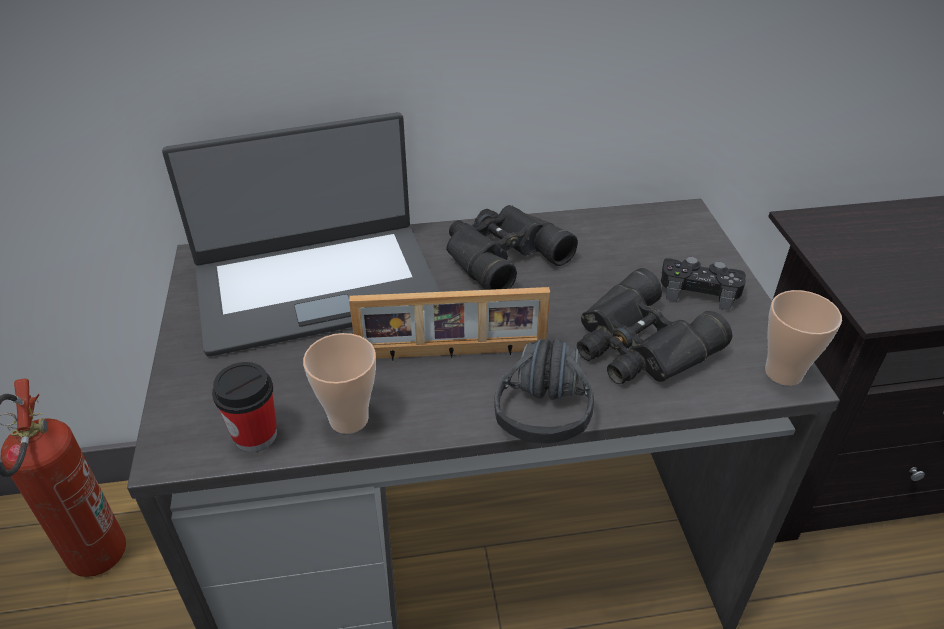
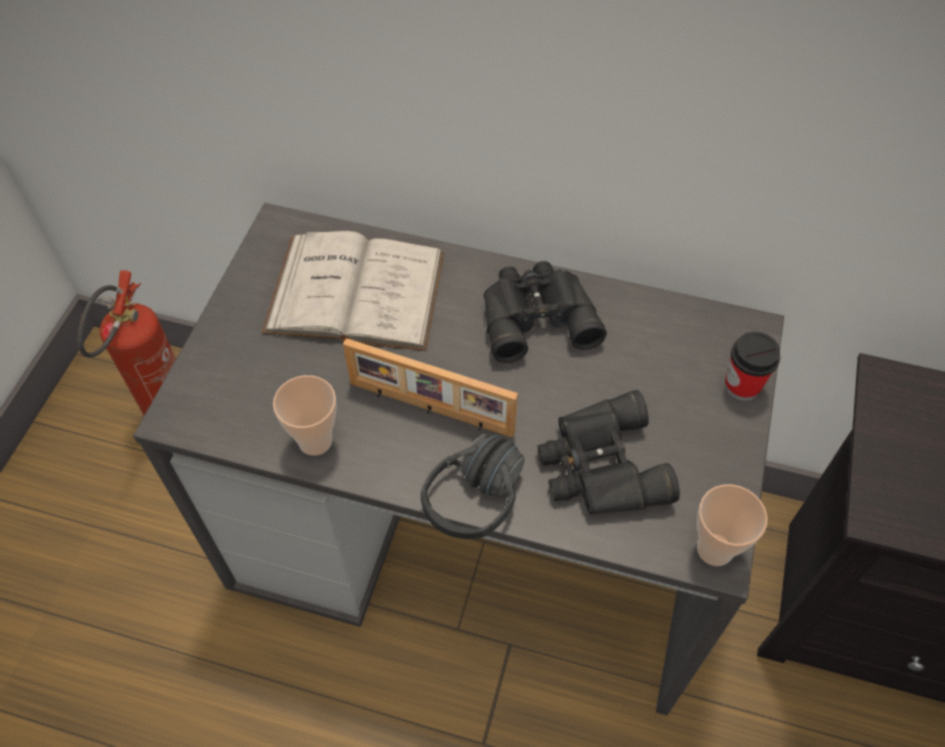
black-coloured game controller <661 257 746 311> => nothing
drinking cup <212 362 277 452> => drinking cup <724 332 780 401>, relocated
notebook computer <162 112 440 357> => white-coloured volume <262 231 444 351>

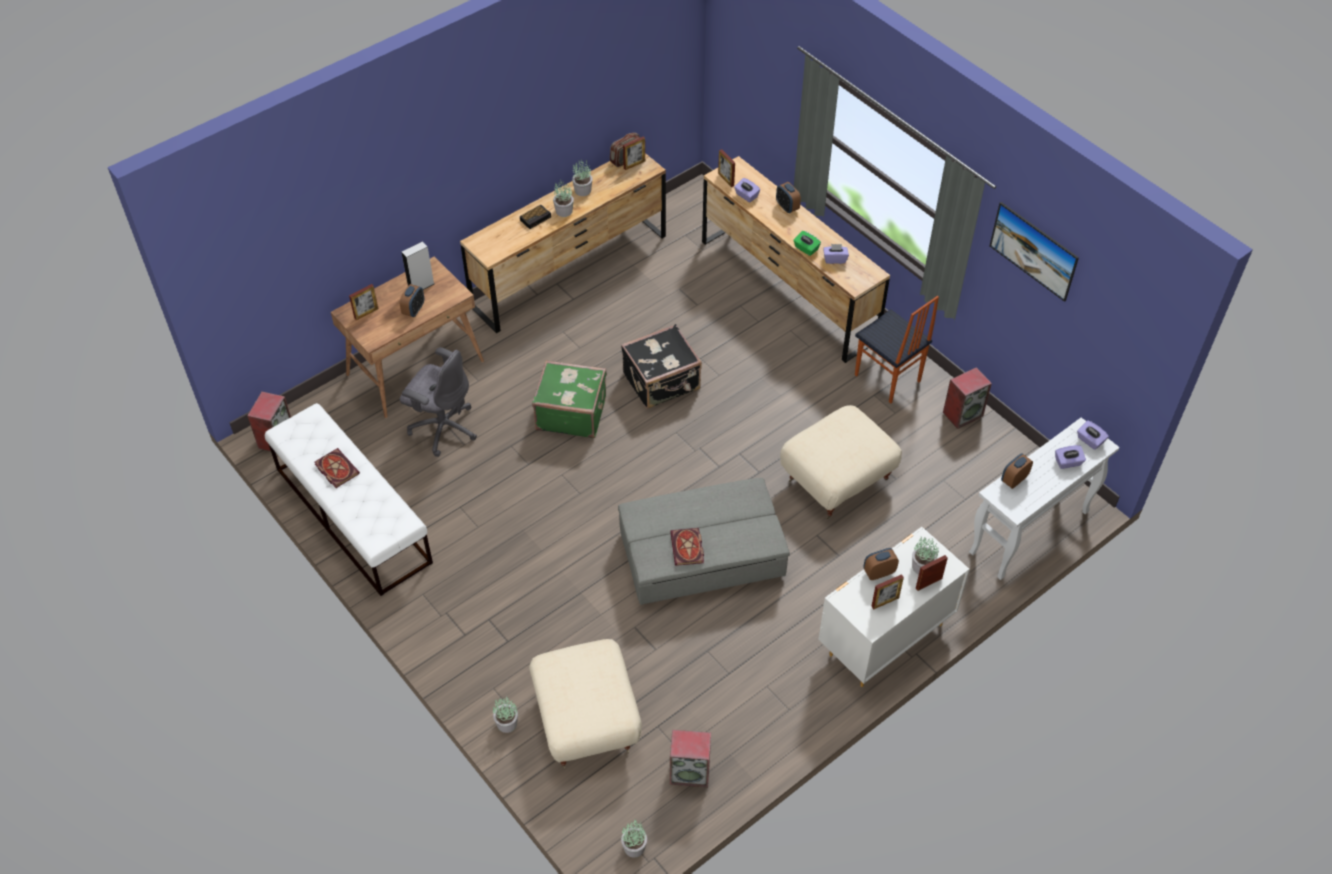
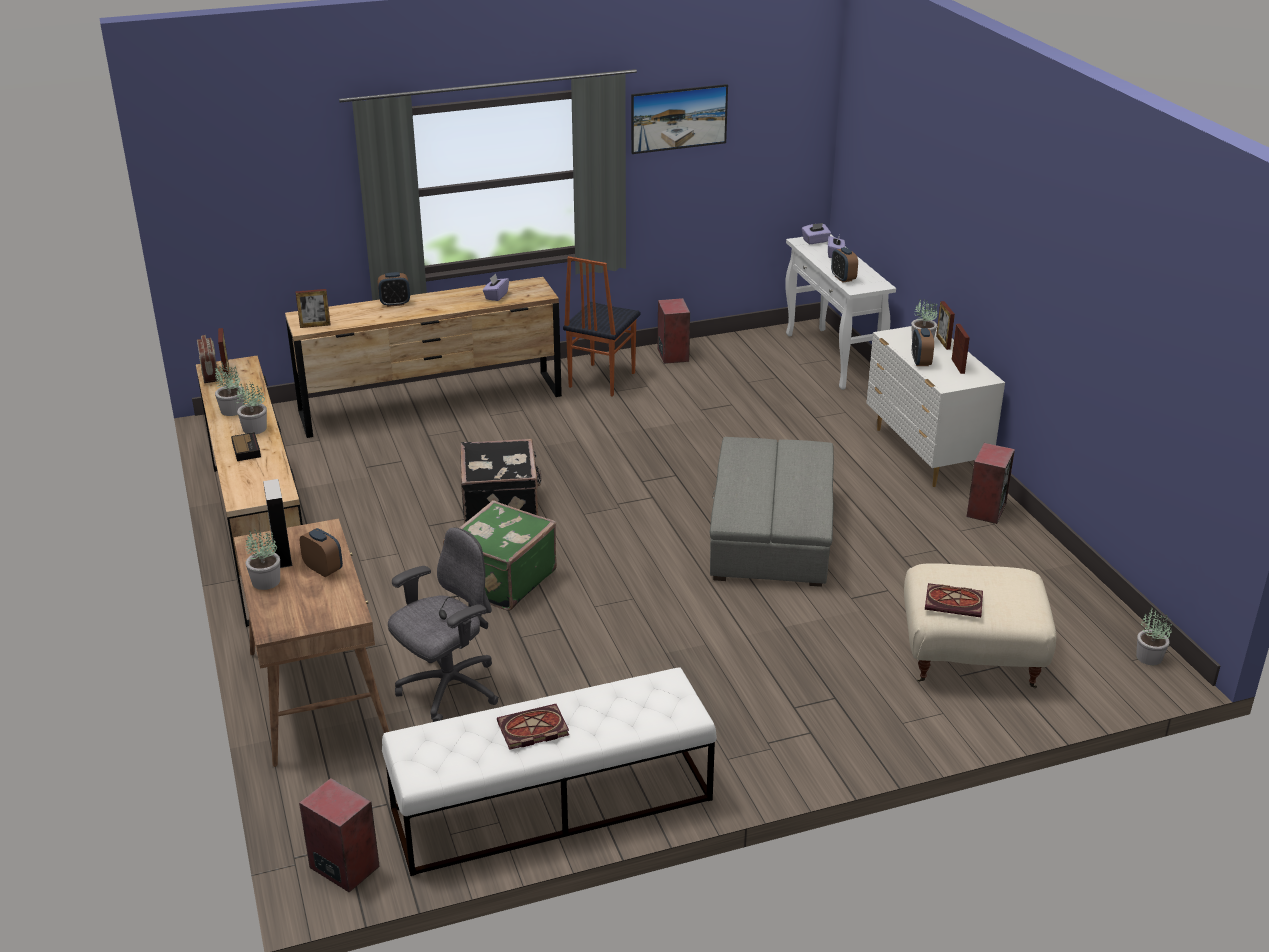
picture frame <349 284 379 320> => nothing
purple tissue holder <734 178 760 202> => nothing
beige-coloured pouffe <780 405 902 519> => nothing
green-coloured tissue holder <793 231 821 256> => nothing
houseplant <493 697 518 733> => houseplant <245 529 280 590>, relocated
volume <670 528 704 566> => volume <925 583 983 617>, relocated
loudspeaker <670 730 711 787> => loudspeaker <967 443 1015 524>, relocated
upright chair <855 296 939 404> => upright chair <563 256 640 397>, 135 degrees clockwise

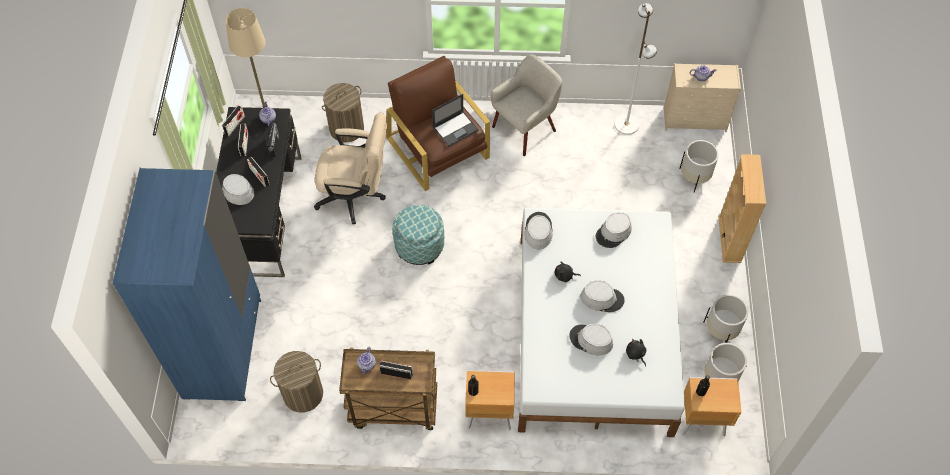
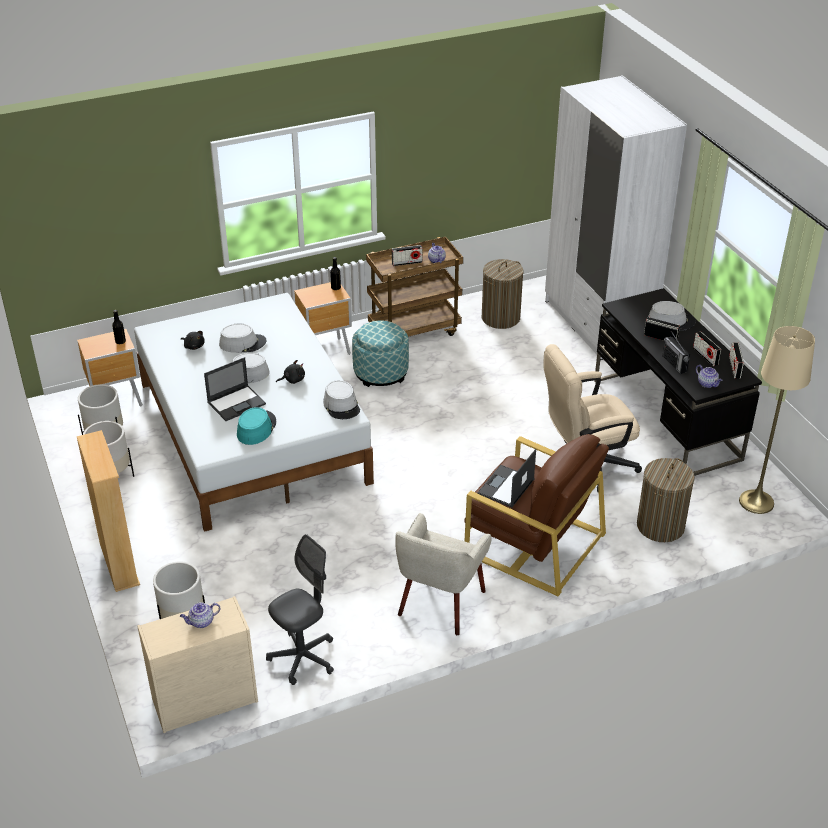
nothing => notebook computer <204 357 266 421>
pouffe <392 205 444 265> => pouffe <352 320 409 387>, relocated
white-coloured standard lamp <614 3 657 135> => grey office chair <266 534 334 685>
bluish armoire <113 168 261 401> => white-coloured armoire <545 75 687 360>
grey wearable hat <596 212 632 248> => blue-green wearable hat <237 407 276 445>

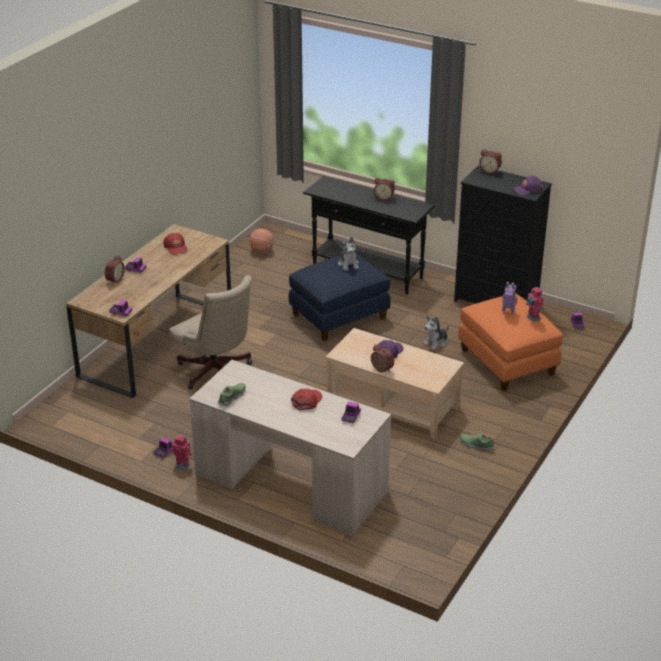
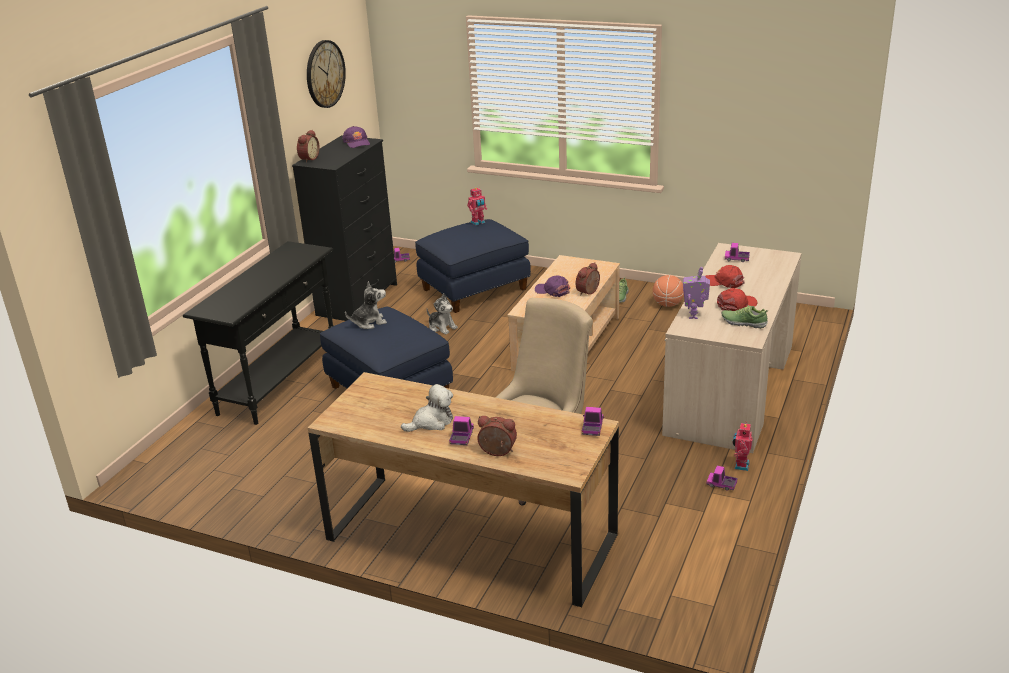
table clock <374 178 395 200> => nothing
nothing => wall clock <307 40 346 108>
nothing => soft toy <401 384 453 432>
reddish cap <163 233 188 255> => reddish cap <717 288 758 311>, relocated
basketball <249 228 274 253> => basketball <653 275 684 307>, relocated
robot figure <502 282 517 315> => robot figure <683 267 710 319>, relocated
orange pouffe <458 294 563 391> => bluish pouffe <415 219 531 313>

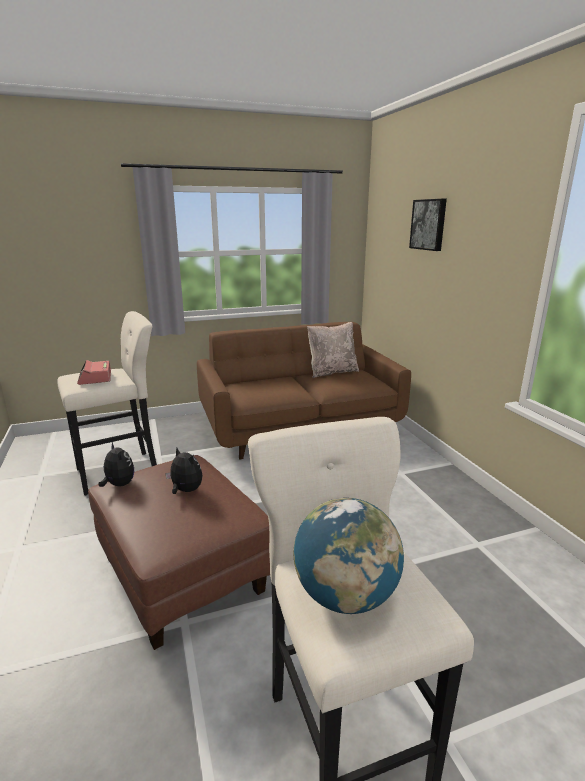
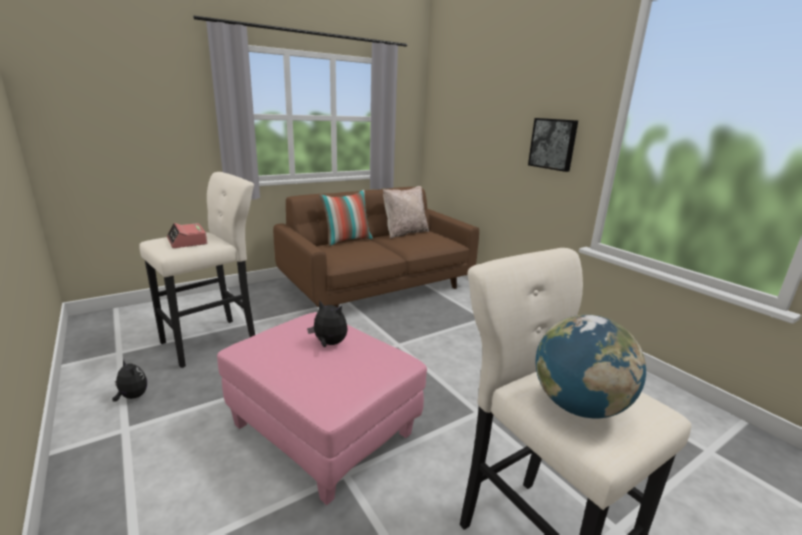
nothing => throw pillow <319 190 373 246>
soft toy <99 441 134 487> => soft toy <112 359 147 402>, relocated
wall art <409 199 447 251> => wall art <528 118 578 172>, relocated
brownish pouffe <88 455 270 650> => pink-coloured pouffe <217 312 427 505>

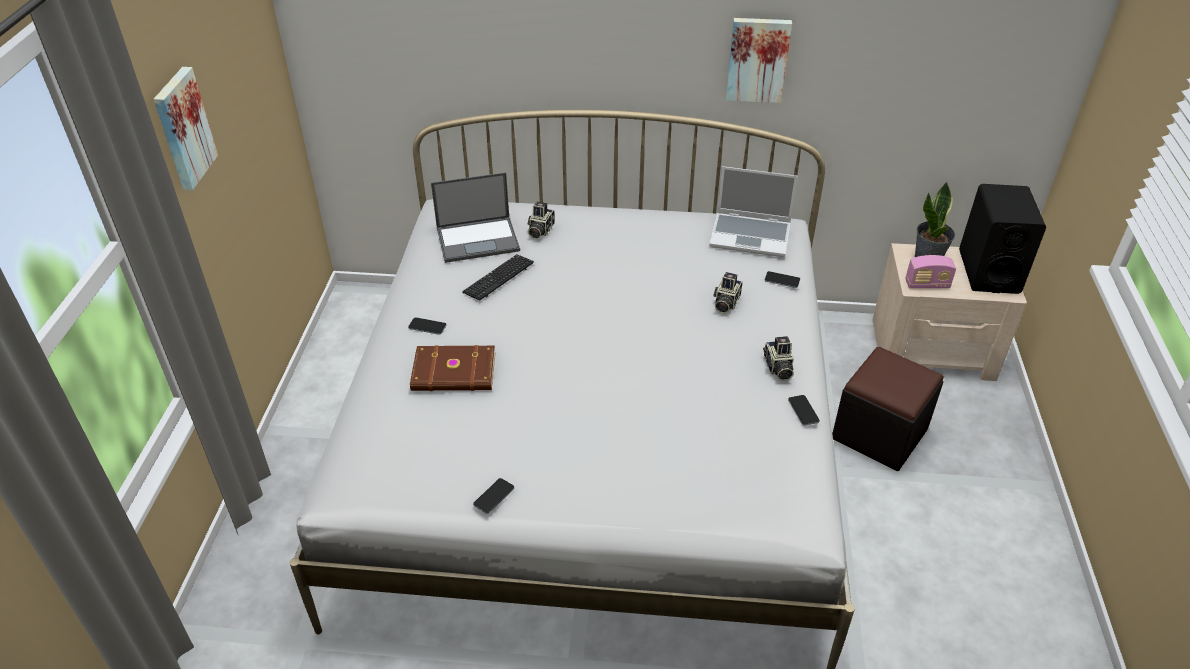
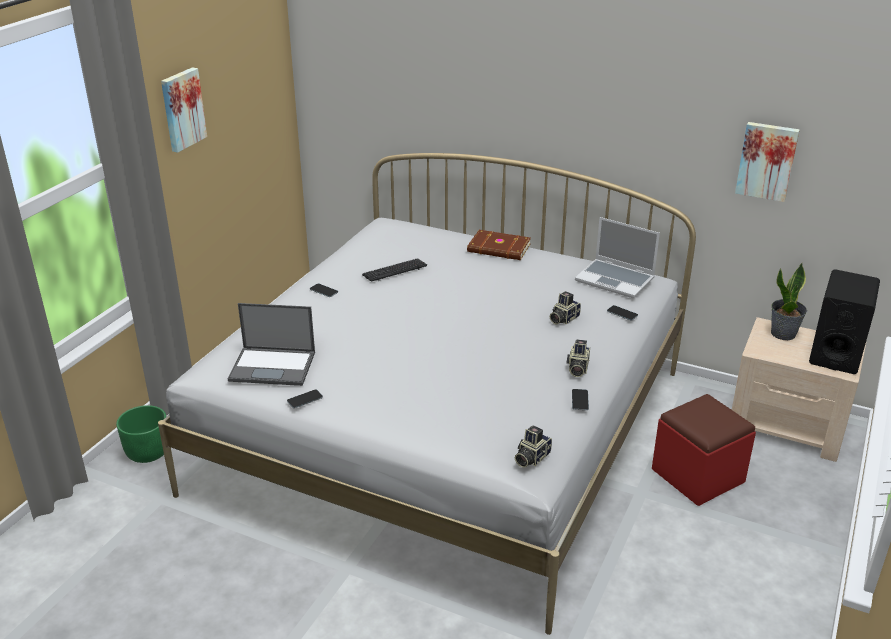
radio set <905 255 956 289> => nothing
nothing => green-coloured plant pot <116 405 166 463>
brownish volume <410 345 495 391> => brownish volume <467 230 531 260>, relocated
notebook computer <431 172 520 263> => notebook computer <227 303 315 386>, relocated
still camera <528 201 555 239> => still camera <515 425 552 468>, relocated
wall art <726 18 792 103> => wall art <735 122 800 202>, relocated
black-coloured pouffe <832 347 944 471> => reddish pouffe <652 394 756 506>

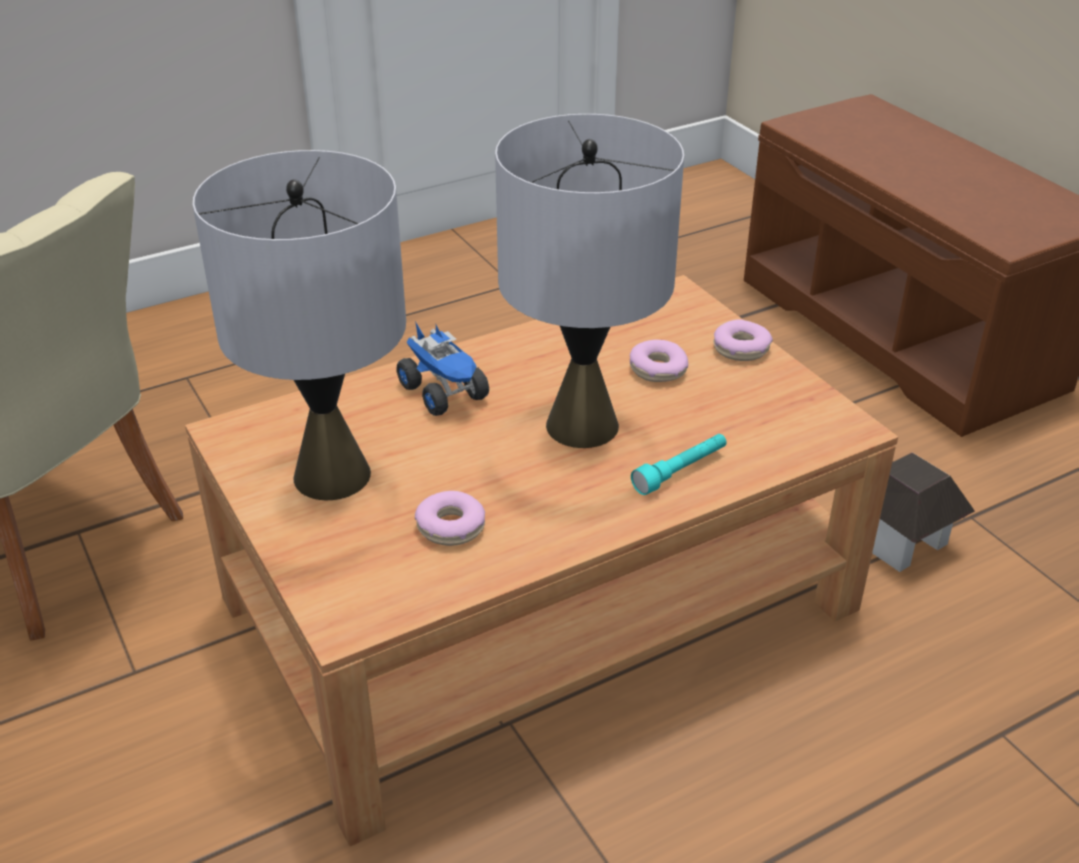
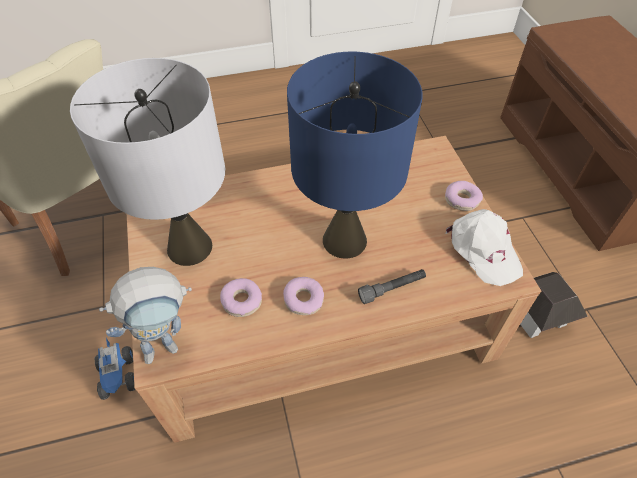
nothing => robot figure <99 267 192 364>
nothing => white-coloured cap <446 209 523 286>
toy lorry <396 321 489 416> => toy lorry <94 338 135 400>, relocated
donut <630 339 688 382> => donut <283 277 324 315>, relocated
grey tabletop lamp <495 114 684 448> => bluish tabletop lamp <287 52 423 259>
blue-green torch <631 434 726 495> => grey torch <358 269 426 304>

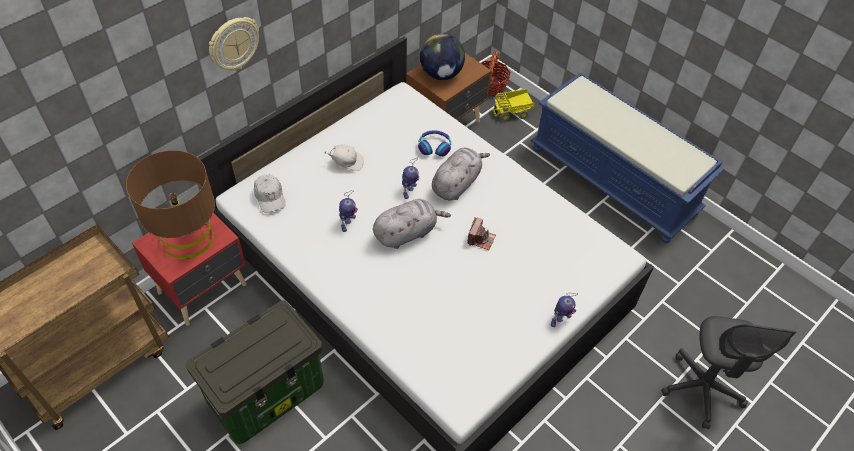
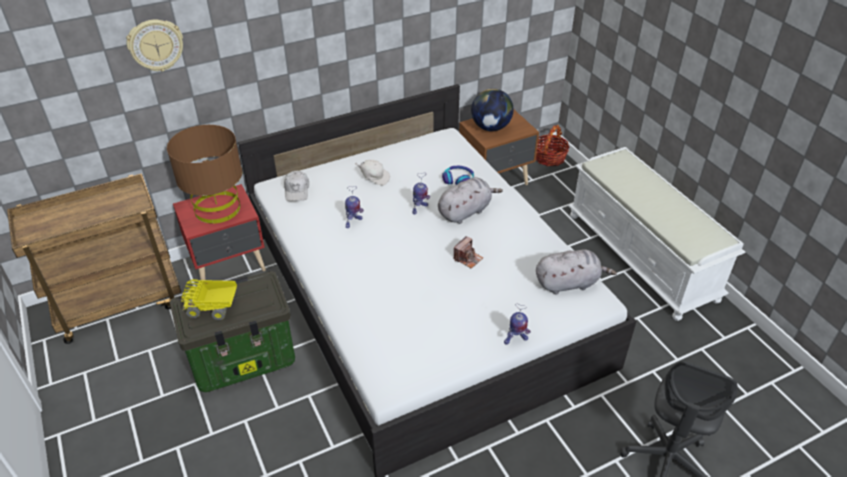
wall clock <209 17 259 71> => wall clock <126 20 183 72>, relocated
grey soft toy <373 199 451 249> => grey soft toy <536 249 617 294>, relocated
toy lorry <492 89 535 121> => toy lorry <181 279 237 320>, relocated
bluish bench <531 73 724 243> => white-coloured bench <568 147 746 321>

